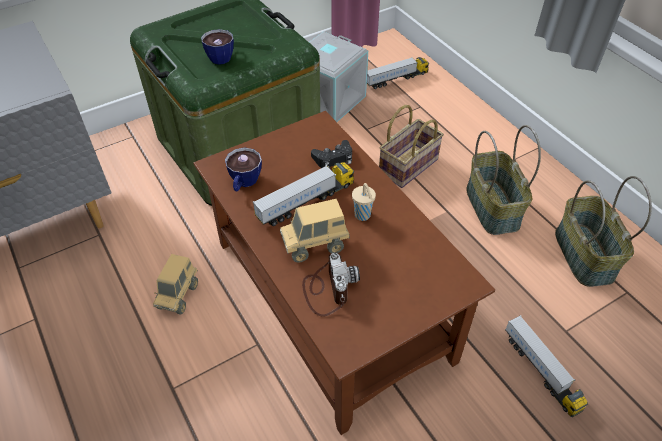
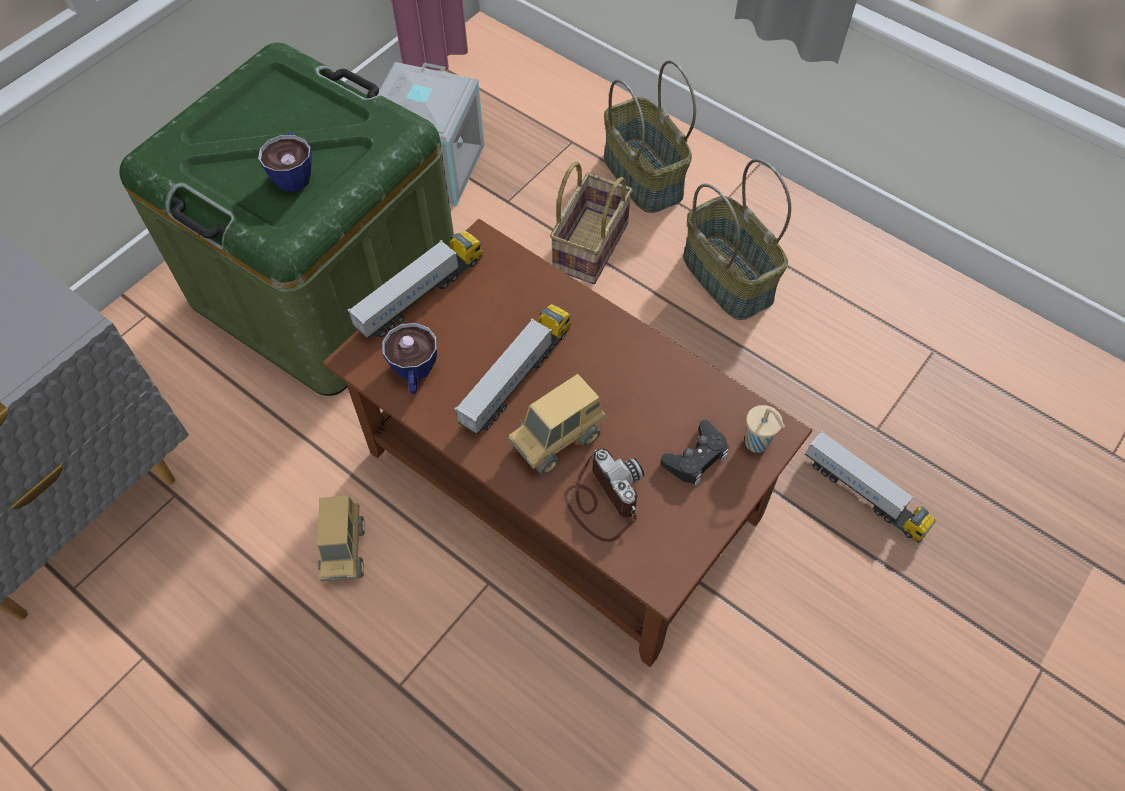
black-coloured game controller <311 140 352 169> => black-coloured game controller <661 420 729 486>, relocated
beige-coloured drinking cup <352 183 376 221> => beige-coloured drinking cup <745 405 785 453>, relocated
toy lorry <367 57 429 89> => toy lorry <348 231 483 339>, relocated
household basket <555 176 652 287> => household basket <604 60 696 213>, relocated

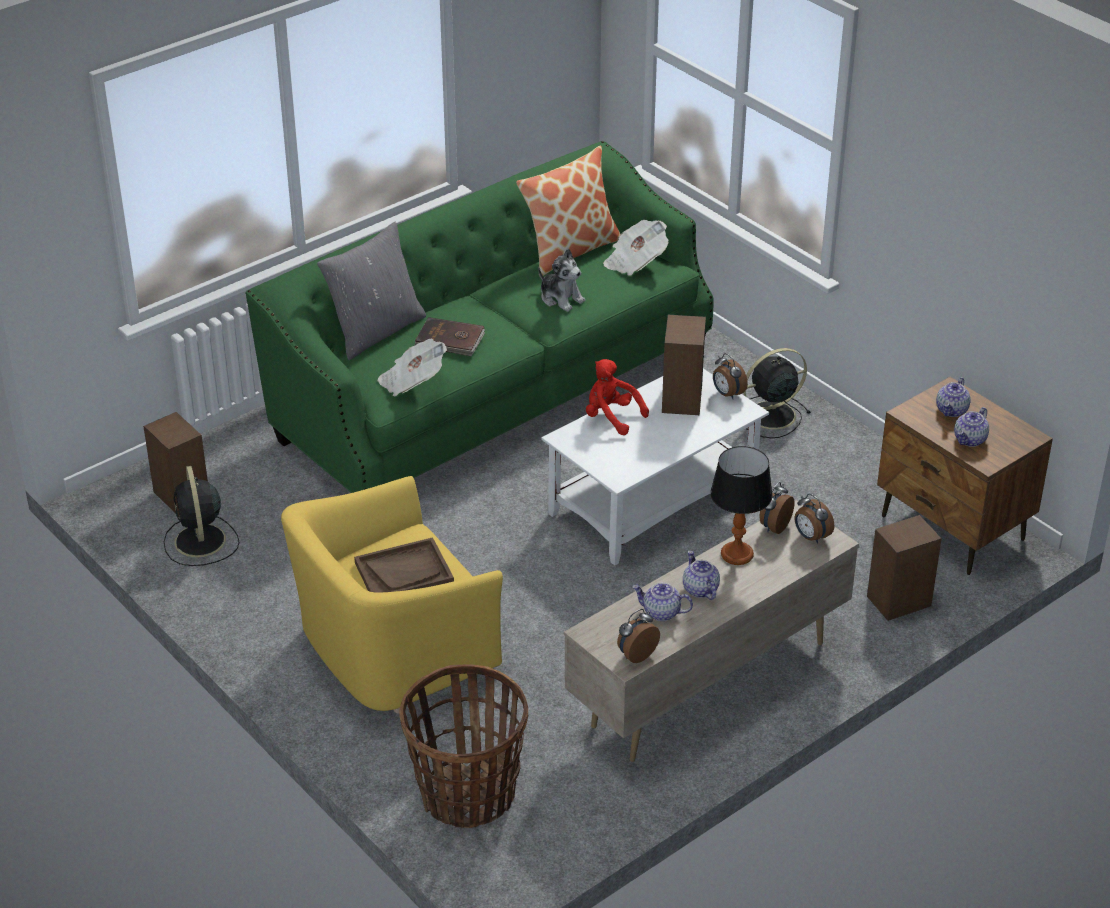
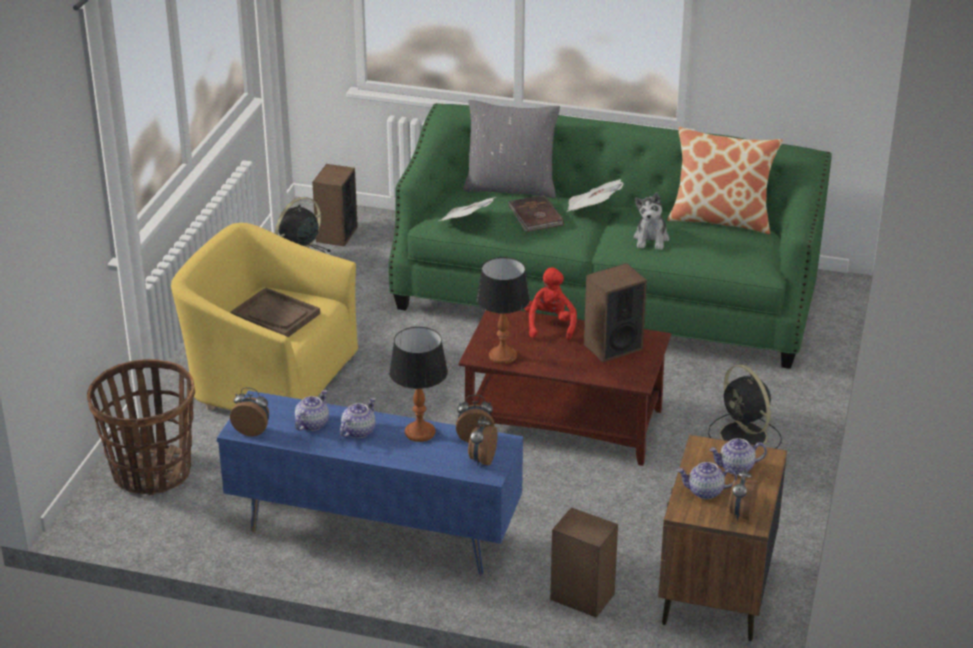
nothing => tabletop lamp <476 257 530 364>
printed paper <603 220 668 276> => printed paper <567 179 624 212>, relocated
table clock <713 353 748 399> => table clock <728 467 758 521>, relocated
white-coloured lounge table <541 369 769 566> => brownish lounge table <459 310 671 466>
beige-coloured tv unit <564 500 860 762> => bluish tv unit <216 390 523 575>
pot for tea <632 583 693 621> => pot for tea <295 390 329 431>, 45 degrees clockwise
black-coloured electric fan <743 348 811 438> => black-coloured electric fan <708 365 782 449>, 150 degrees counterclockwise

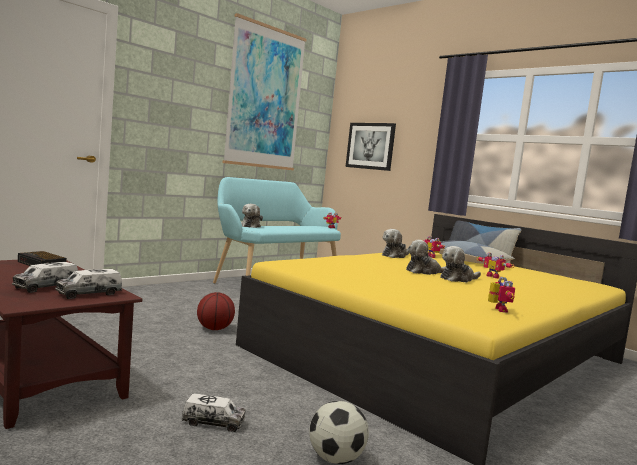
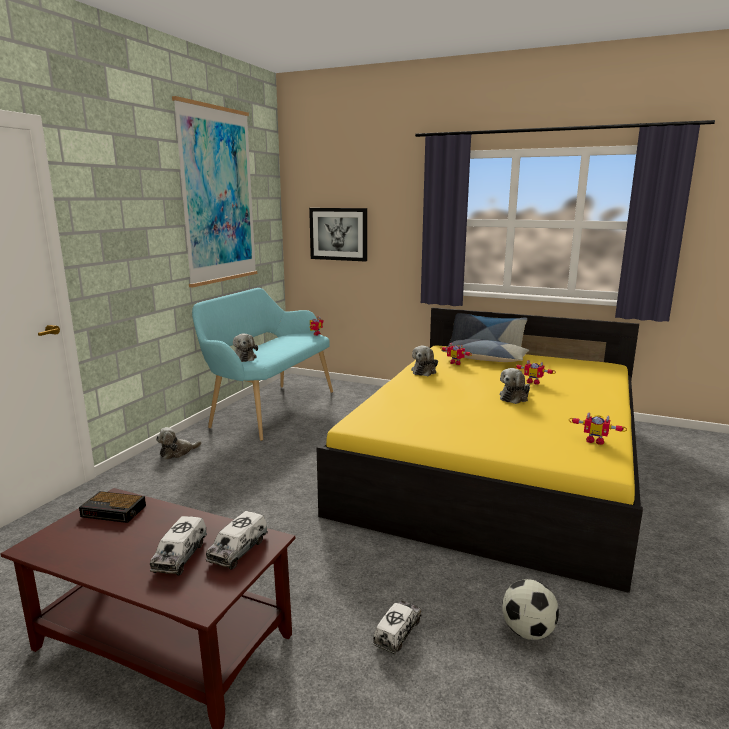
basketball <197 292 235 330> => nothing
soft toy <406 240 446 275> => soft toy <156 427 201 460>, relocated
toy lorry <182 393 246 432> => toy lorry <373 600 422 654>, 45 degrees counterclockwise
robot figure <488 277 515 313> => robot figure <568 412 627 445>, 135 degrees clockwise

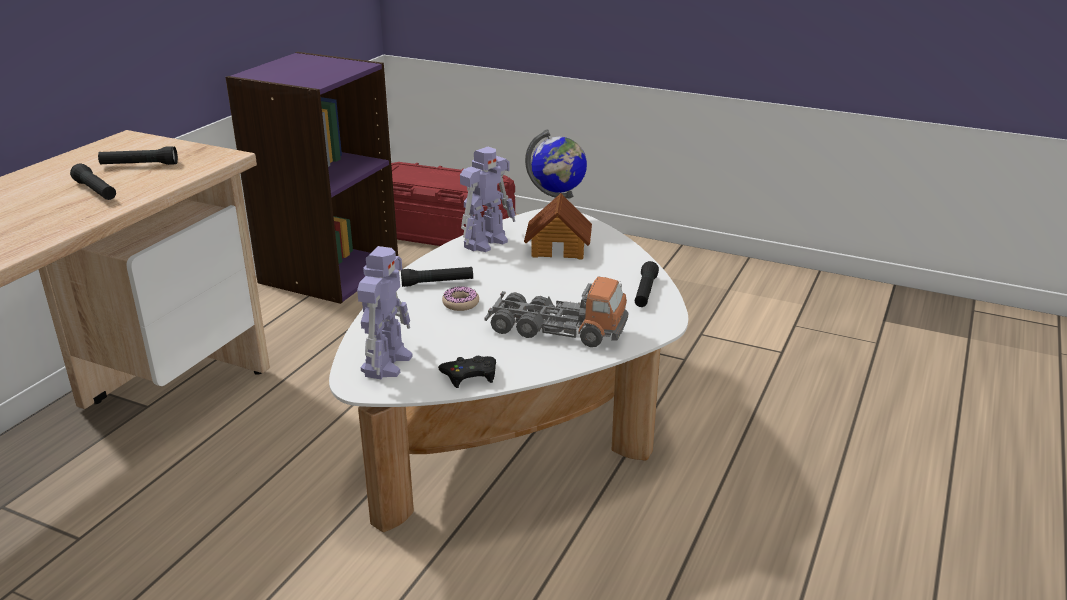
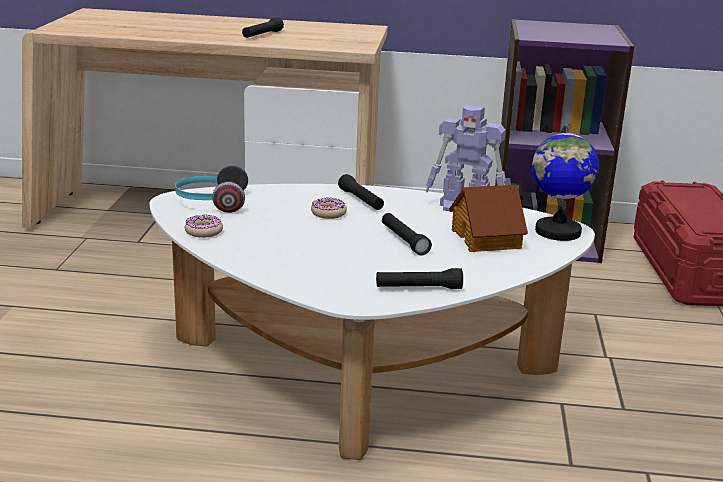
toy lorry <484 277 629 347> => nothing
black-coloured torch <98 146 178 165> => black-coloured torch <382 213 432 255>, relocated
robot figure <357 246 413 379> => pair of headphones <175 165 248 213>
black-coloured game controller <438 356 496 388> => donut <185 215 223 238>

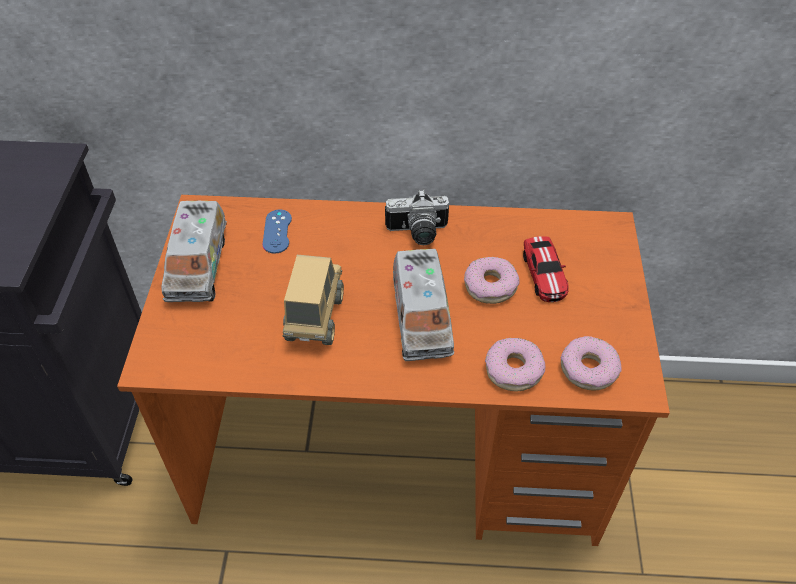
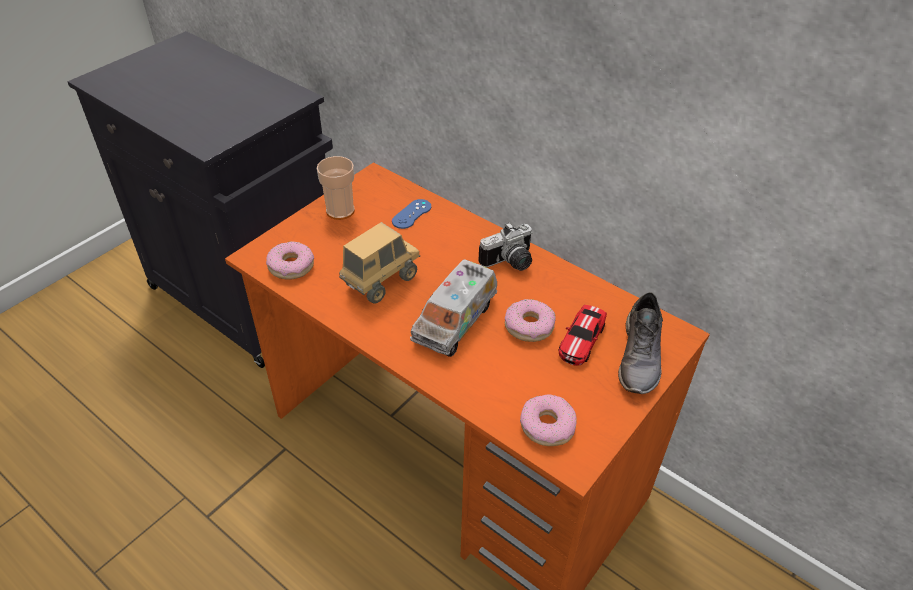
nothing => grey low shoe <618 292 663 394>
donut <485 338 545 391> => donut <266 241 314 280>, relocated
toy lorry <161 201 227 302> => drinking cup <317 156 355 220>
still camera <385 190 449 245> => still camera <478 223 532 271>, 60 degrees counterclockwise

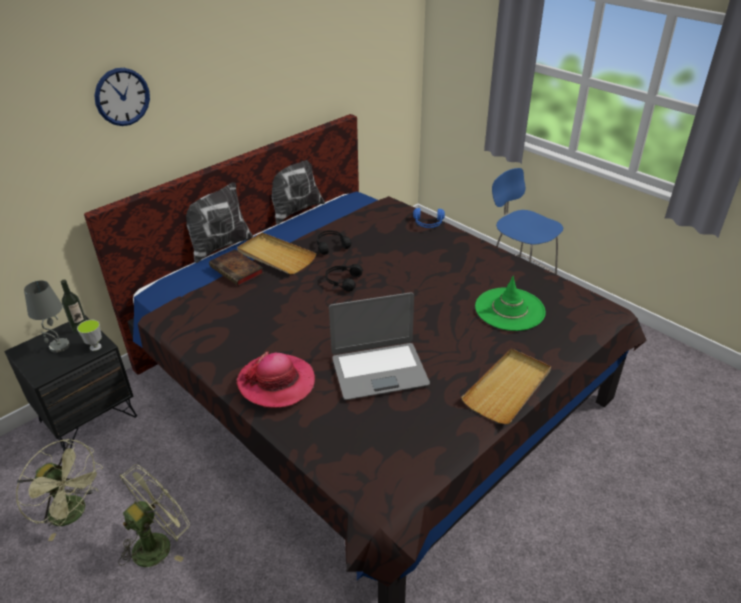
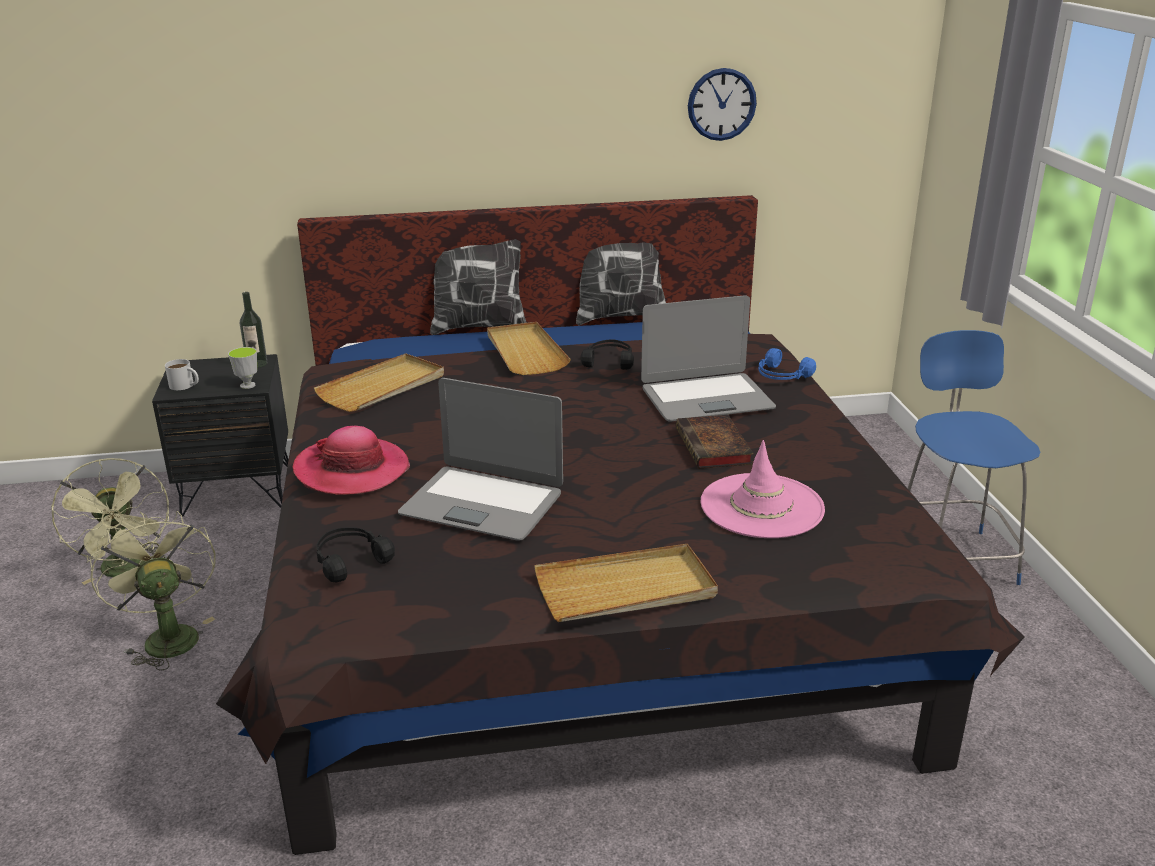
grey tabletop lamp <24 280 70 353> => nothing
nothing => white-coloured mug <165 359 199 390>
nothing => beige-coloured carrying tray <314 353 444 412>
nothing => notebook computer <641 295 776 422>
wall clock <94 68 150 126> => wall clock <688 68 757 141>, relocated
volume <209 249 264 287> => volume <675 415 754 469>, relocated
black-coloured pair of headphones <326 264 363 292> => black-coloured pair of headphones <316 527 395 583>, relocated
green-coloured wearable hat <475 276 546 331> => pink-coloured wearable hat <701 440 825 538>
green-coloured electric fan <119 465 190 567> => green-coloured electric fan <89 511 216 671>, 105 degrees counterclockwise

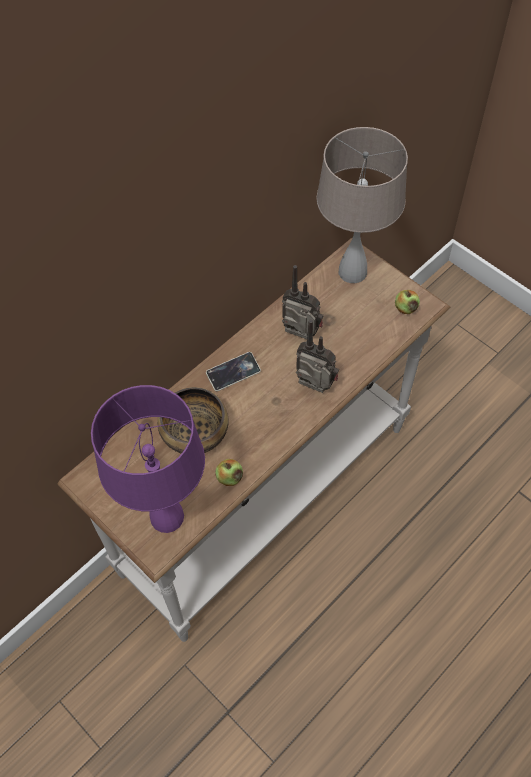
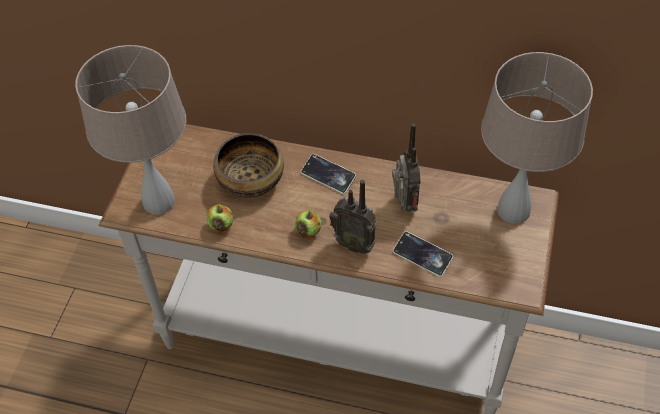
nothing => telephone <393 231 453 277>
apple <395 290 420 314> => apple <295 210 322 238>, relocated
purple tabletop lamp <91 385 205 533> => beige-coloured tabletop lamp <75 45 186 215>
radio set <296 319 339 393> => radio set <329 180 376 254>, 120 degrees clockwise

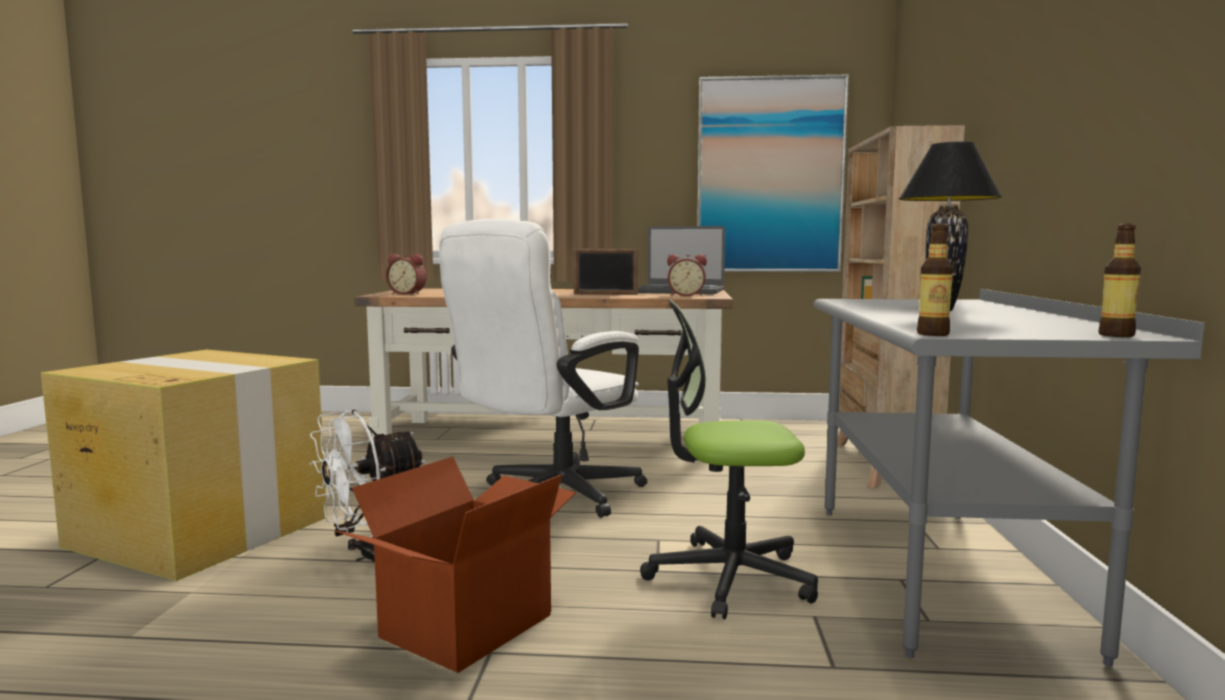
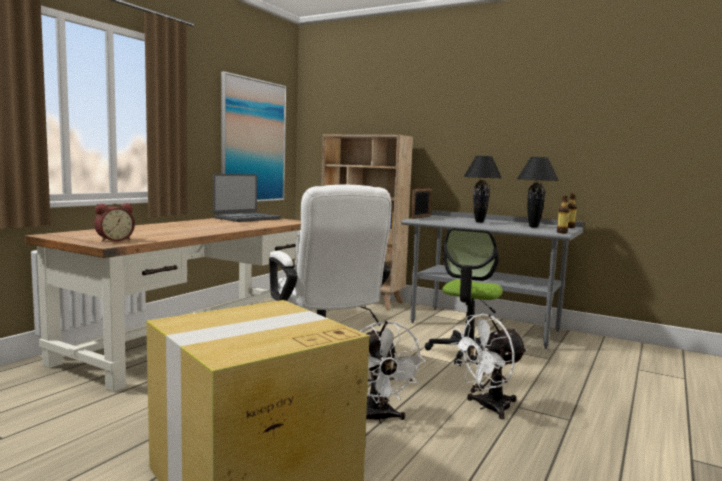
table clock <667 254 707 296> => nothing
nothing => black-coloured tabletop lamp <517 157 559 228>
picture frame <574 248 638 295> => picture frame <411 189 432 219>, relocated
carton <334 457 576 673> => white-coloured electric fan <450 313 527 419>

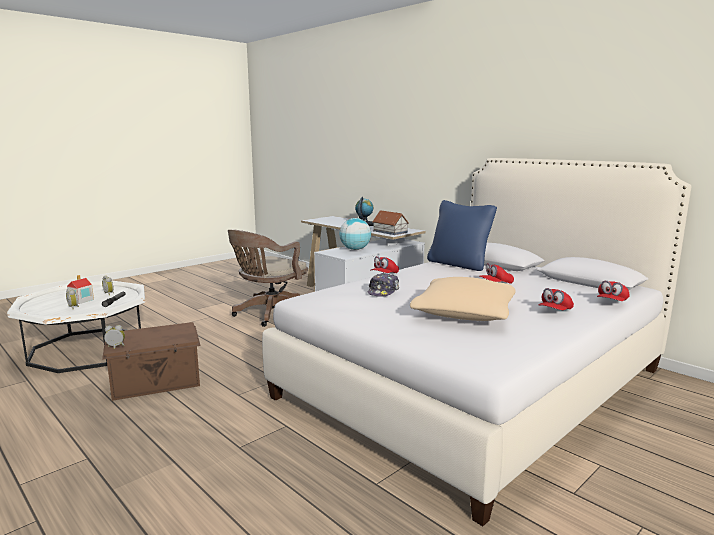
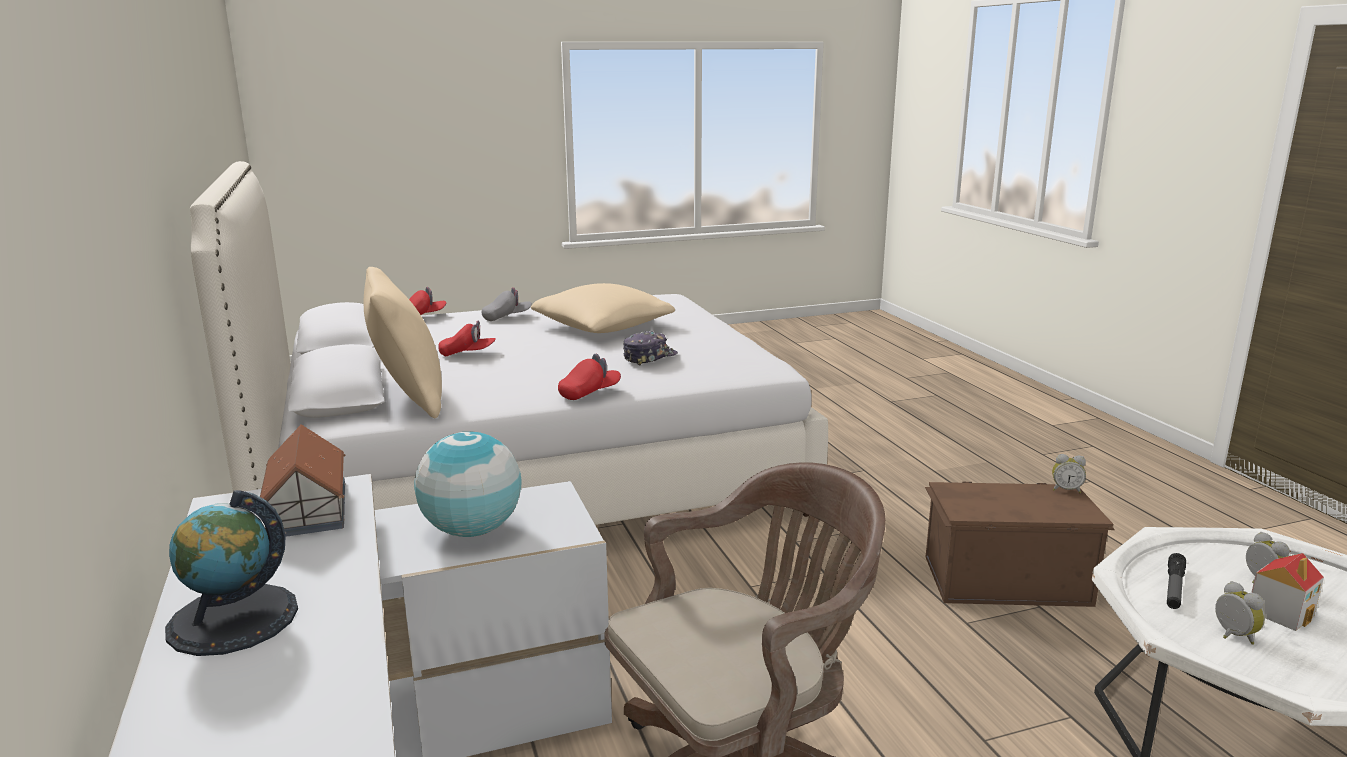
bluish throw pillow <427 200 497 271> => beige-coloured throw pillow <363 267 442 418>
reddish cap <538 288 574 310> => grey cap <482 287 532 321>

